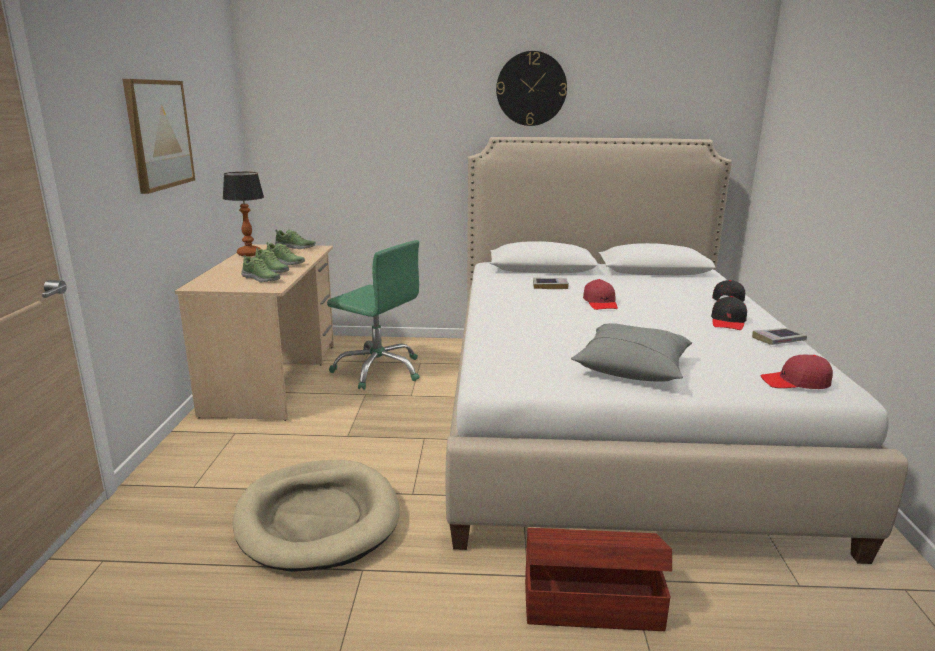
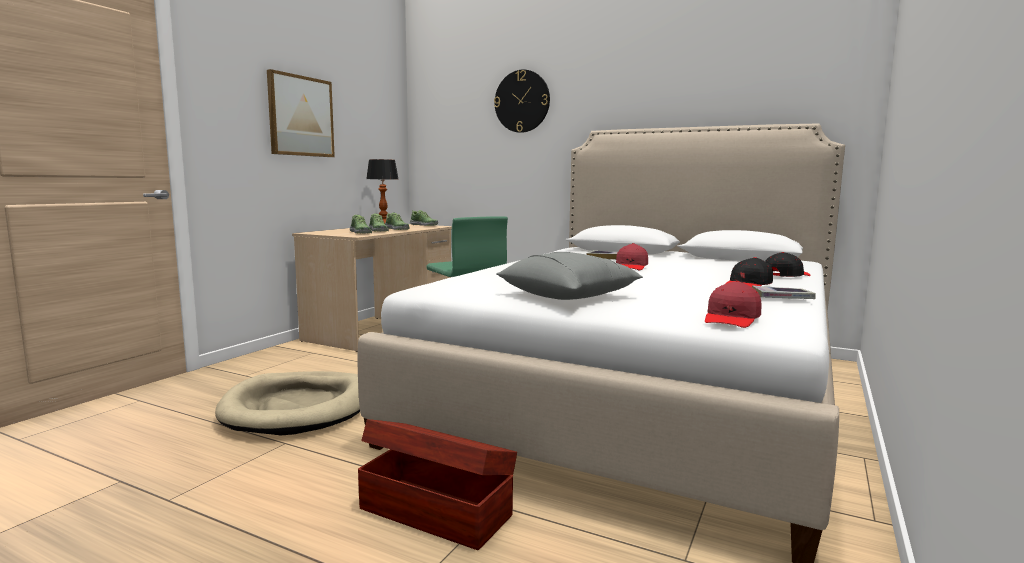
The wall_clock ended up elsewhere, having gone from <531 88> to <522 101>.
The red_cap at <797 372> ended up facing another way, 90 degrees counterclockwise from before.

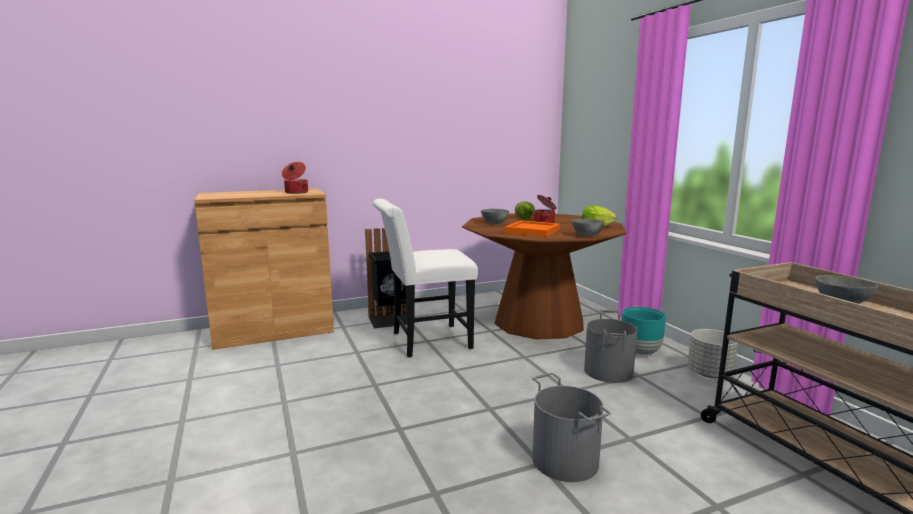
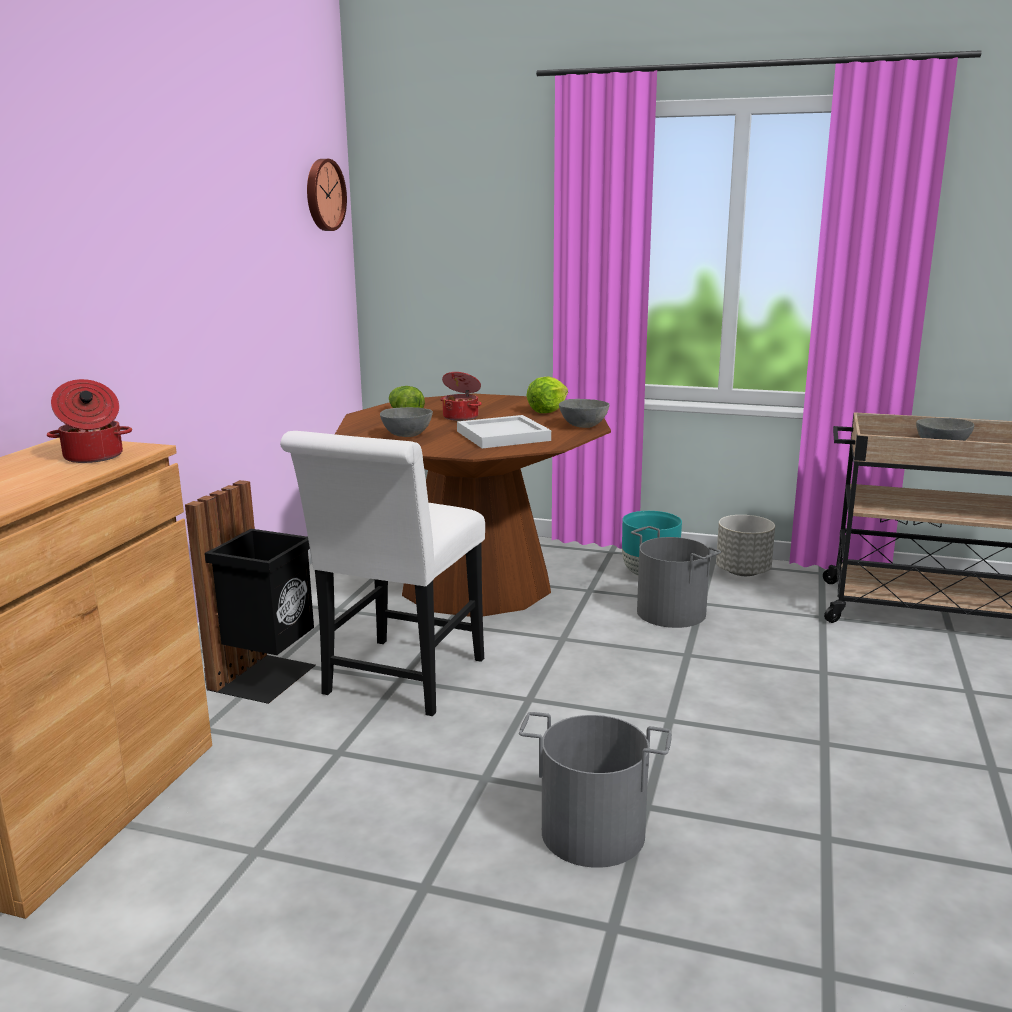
The second view gained the wall_clock at <327 195>.
The grey_bucket ended up elsewhere, having gone from <571 427> to <595 790>.
What was the orange_tray at <532 228> turned into the white_tray at <504 431>.

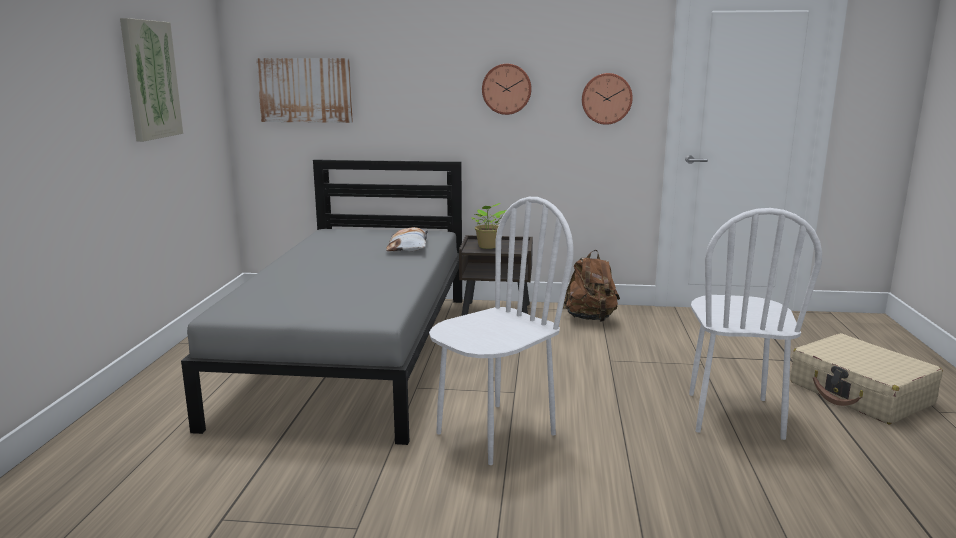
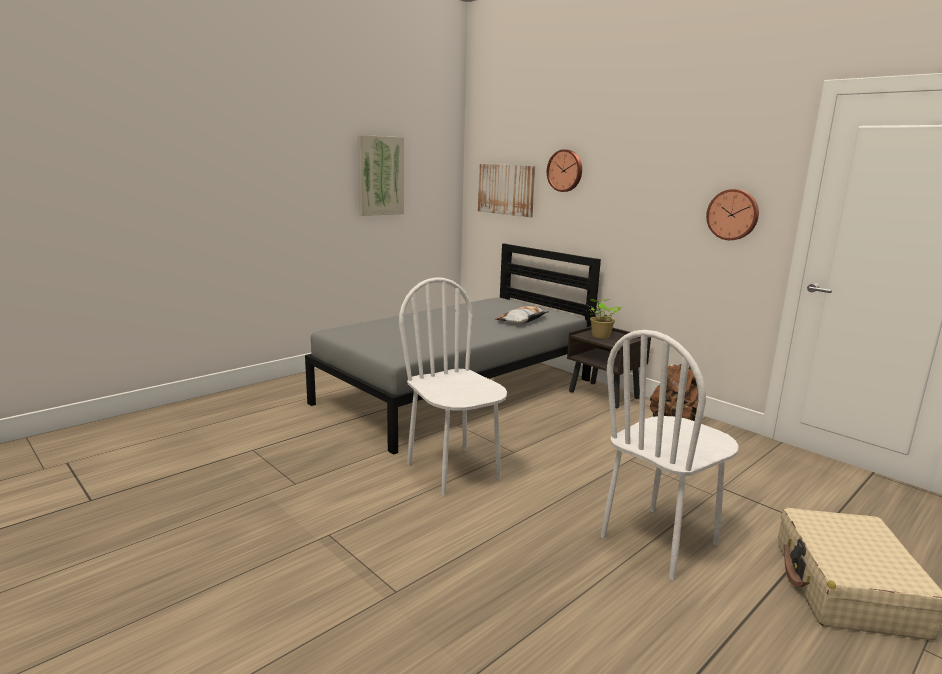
The wall_clock ended up elsewhere, having gone from <507 89> to <564 170>.
The white_chair at <501 331> ended up facing another way, 120 degrees counterclockwise from before.

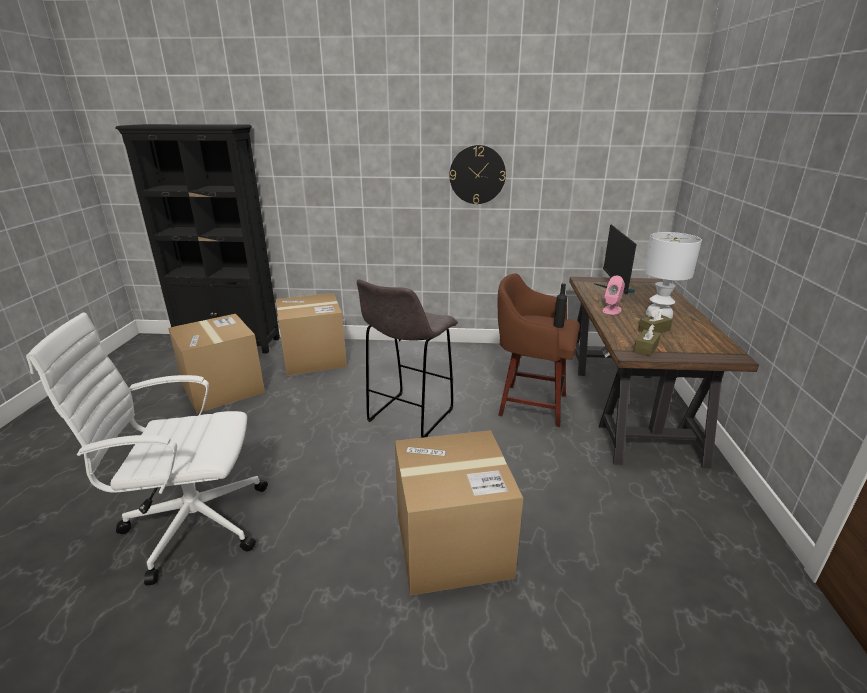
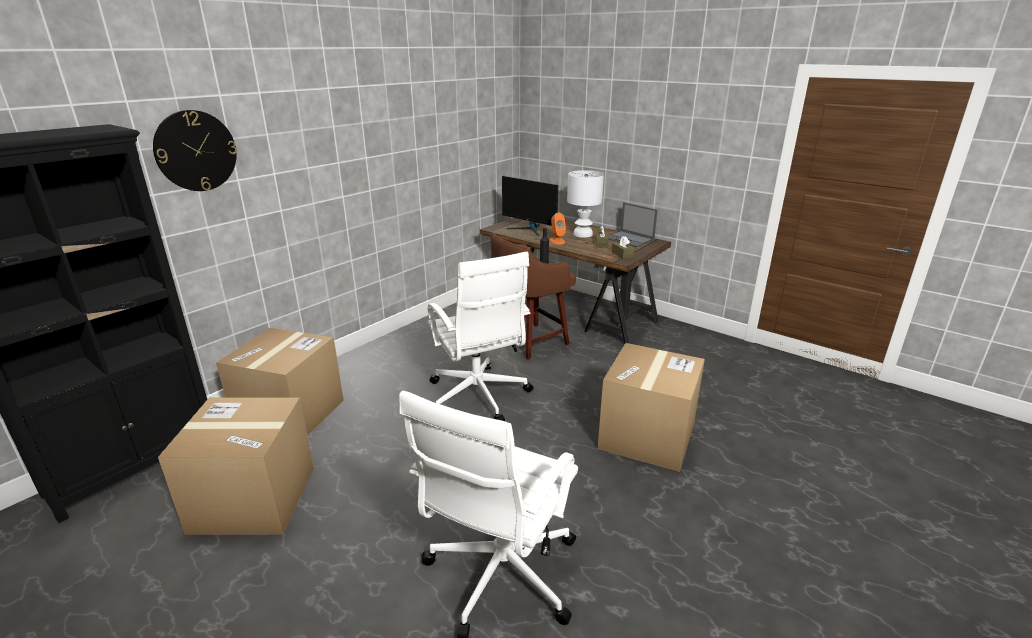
The second view gained the laptop at <633 224>.
The wall_clock ended up elsewhere, having gone from <477 174> to <195 150>.
Where the grey_stool stood at <407 358>, the white_office_chair came to stand at <480 336>.
What was the pink_speaker at <613 295> turned into the orange_speaker at <558 228>.

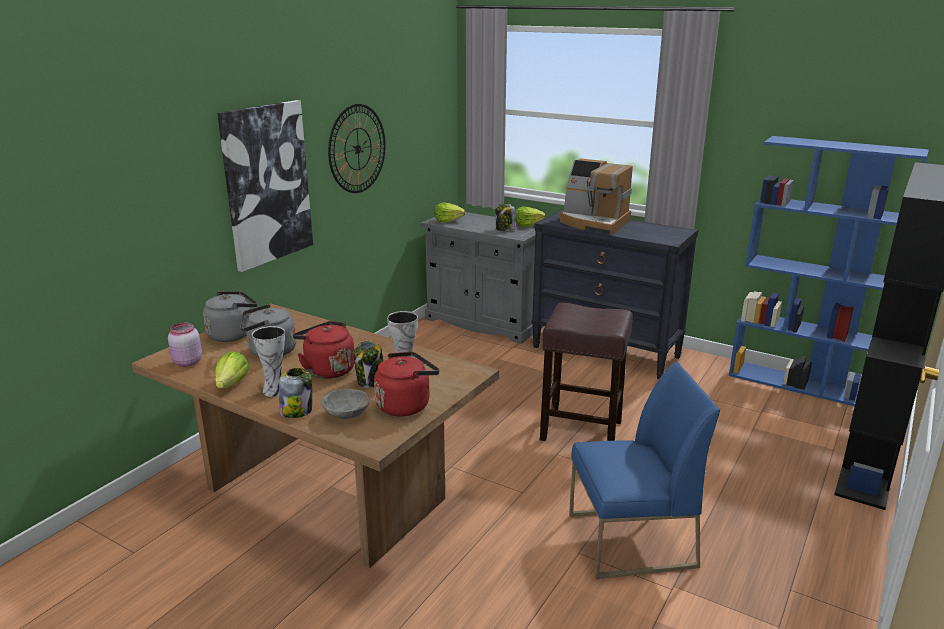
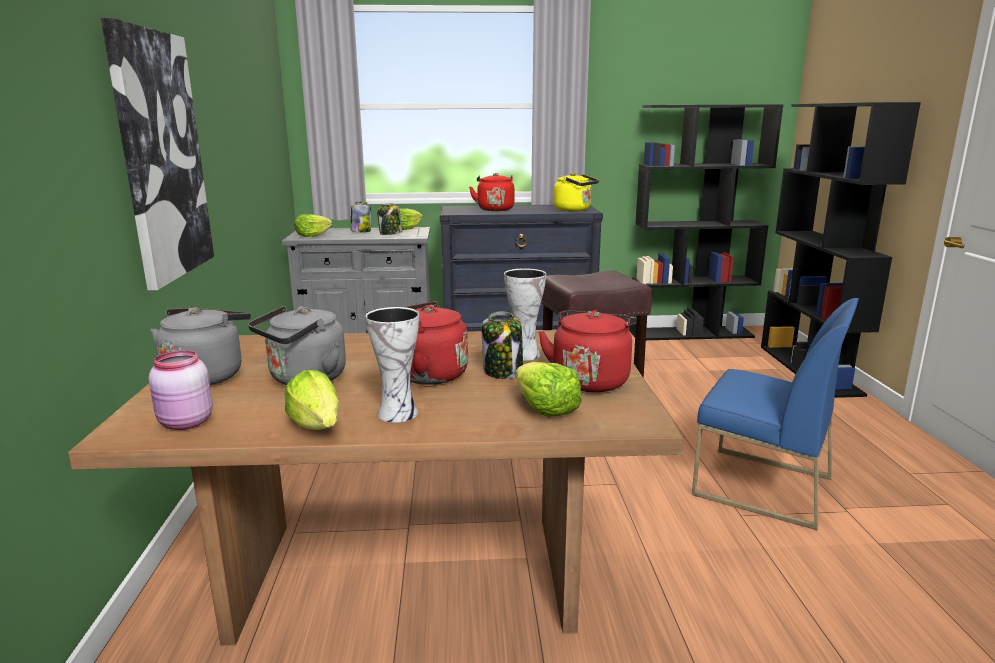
The second view lost the wall_clock at <357 148>.
The second view gained the yellow_kettle at <576 192>.
The jar ended up elsewhere, having gone from <295 393> to <361 217>.
Where the grey_bowl stood at <345 404>, the lettuce came to stand at <548 389>.
Where the coffee_machine stood at <596 196>, the red_kettle came to stand at <491 192>.
What was the blue_bookcase at <829 271> turned into the black_bookcase at <706 222>.
The blue_chair at <644 470> ended up facing another way, 75 degrees clockwise from before.

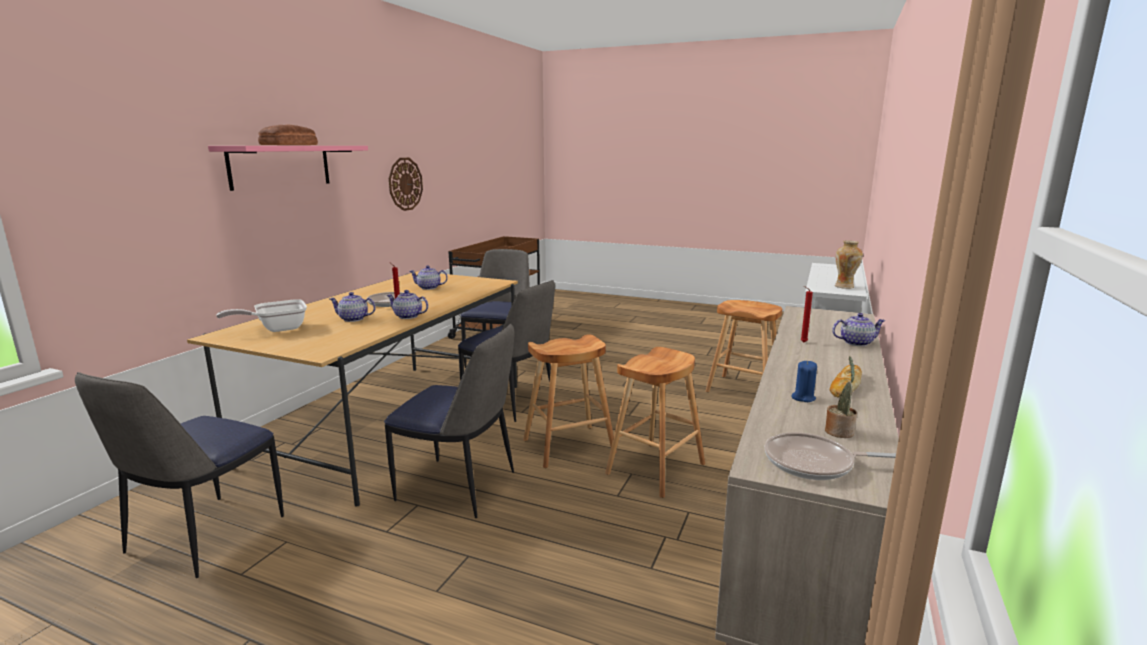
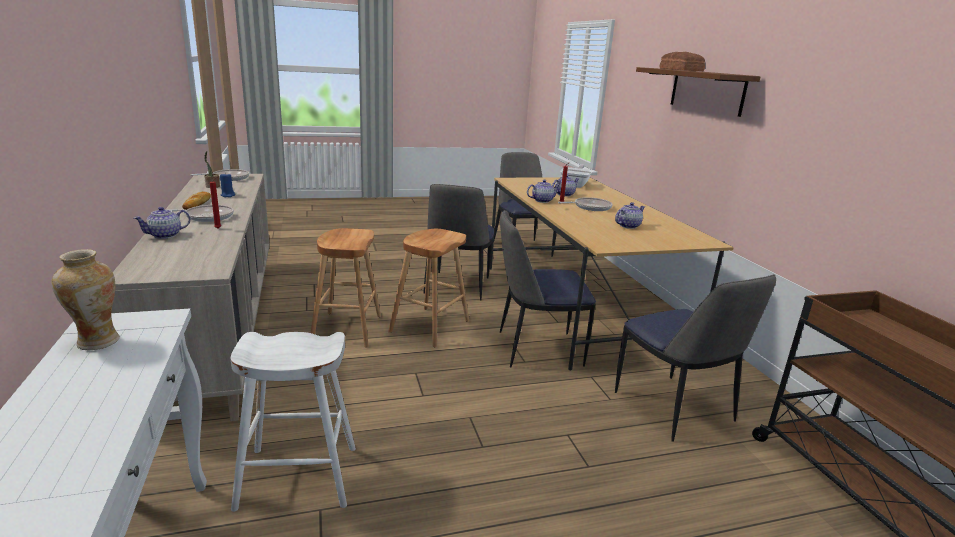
The second view lost the wall_clock at <406 184>.
The second view gained the frying_pan at <199 213>.
What was the pink_shelf at <288 168> turned into the brown_shelf at <698 92>.
What was the brown_stool at <744 346> turned into the white_stool at <293 422>.
The chair at <449 421> ended up facing another way, 60 degrees counterclockwise from before.

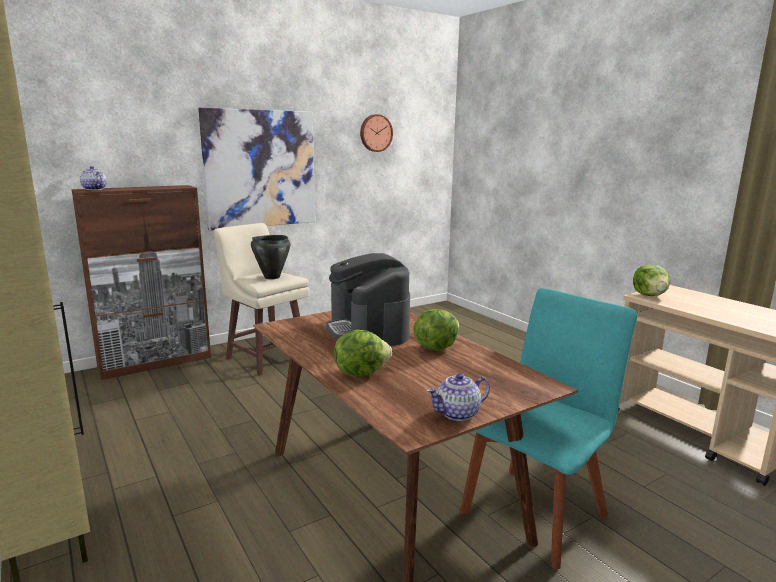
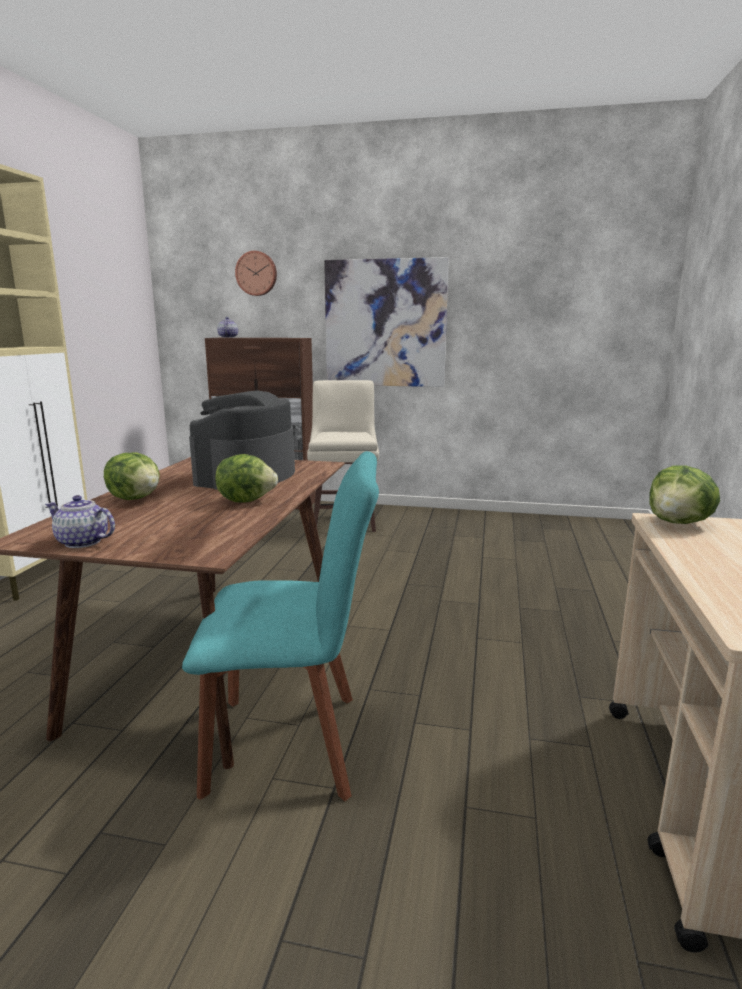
The second view lost the black_cooking_pot at <271 257>.
The wall_clock ended up elsewhere, having gone from <376 133> to <256 273>.

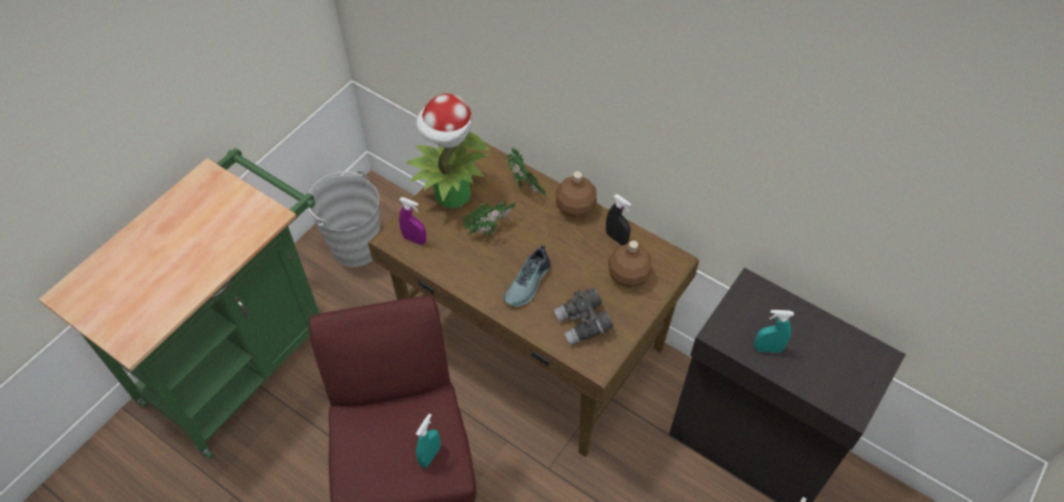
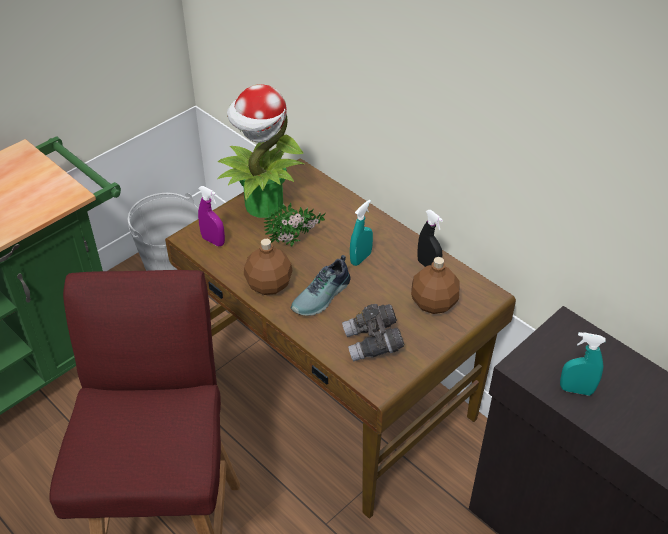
The second view lost the potted_plant at <526 172>.
The turquoise_spray_bottle ended up elsewhere, having gone from <428 440> to <361 233>.
The brown_bottle ended up elsewhere, having gone from <576 194> to <268 267>.

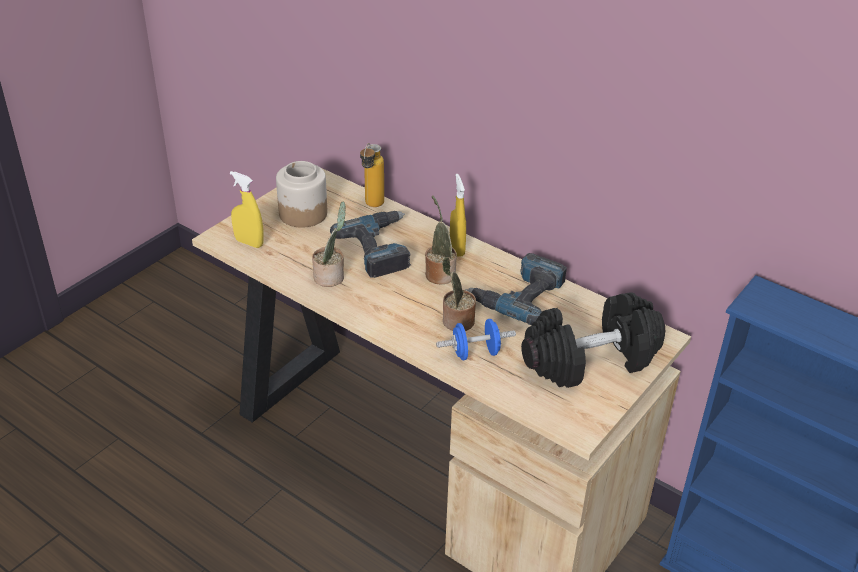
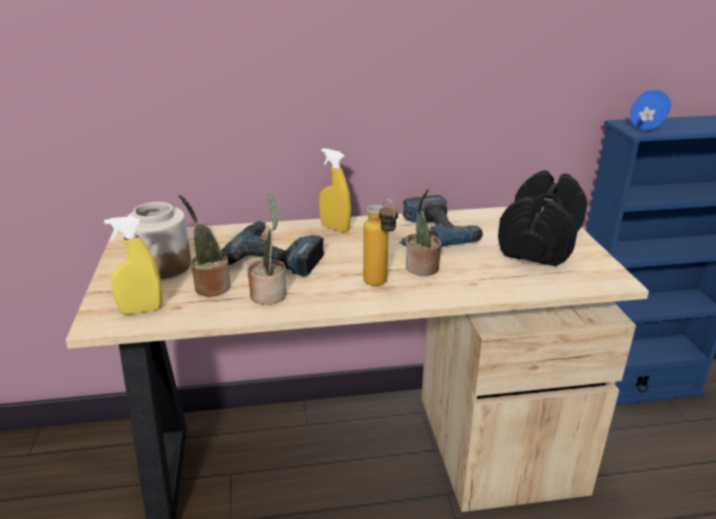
The bottle ended up elsewhere, having gone from <372 175> to <380 242>.
The potted_plant ended up elsewhere, having gone from <441 239> to <205 246>.
The blue_dumbbell ended up elsewhere, having gone from <476 339> to <650 110>.

